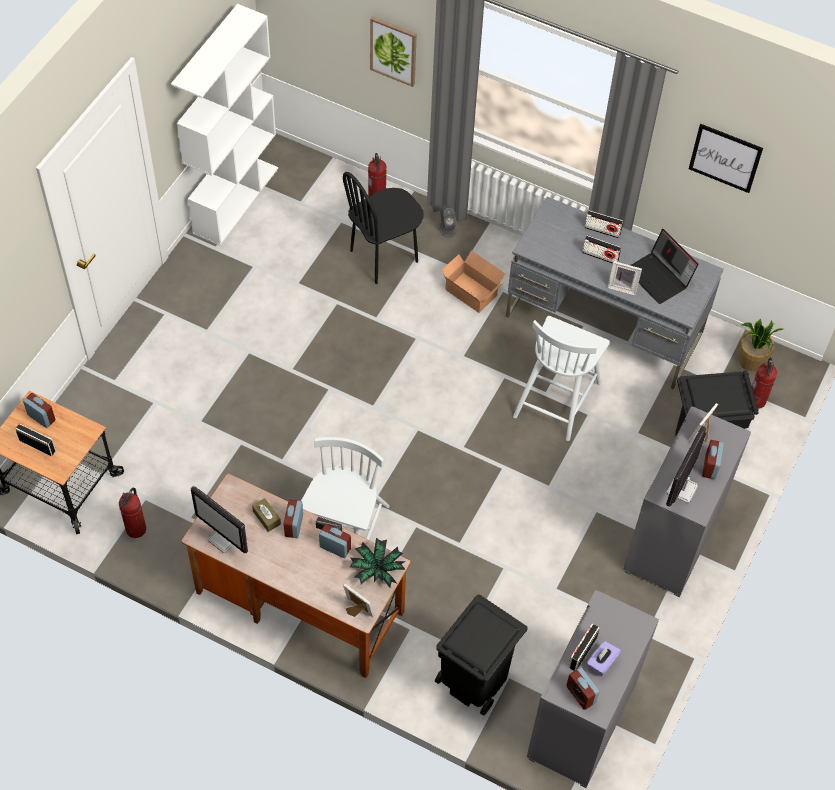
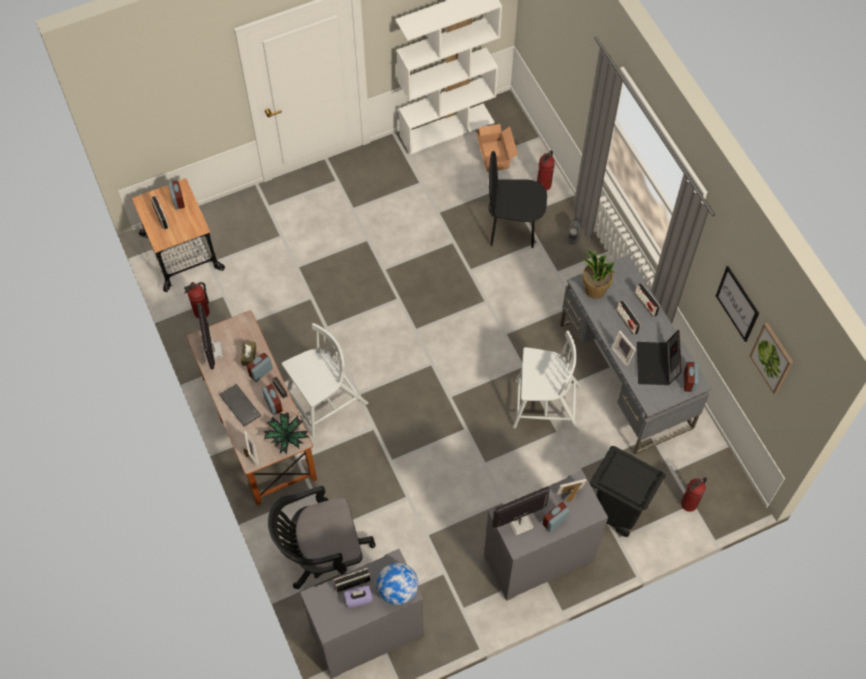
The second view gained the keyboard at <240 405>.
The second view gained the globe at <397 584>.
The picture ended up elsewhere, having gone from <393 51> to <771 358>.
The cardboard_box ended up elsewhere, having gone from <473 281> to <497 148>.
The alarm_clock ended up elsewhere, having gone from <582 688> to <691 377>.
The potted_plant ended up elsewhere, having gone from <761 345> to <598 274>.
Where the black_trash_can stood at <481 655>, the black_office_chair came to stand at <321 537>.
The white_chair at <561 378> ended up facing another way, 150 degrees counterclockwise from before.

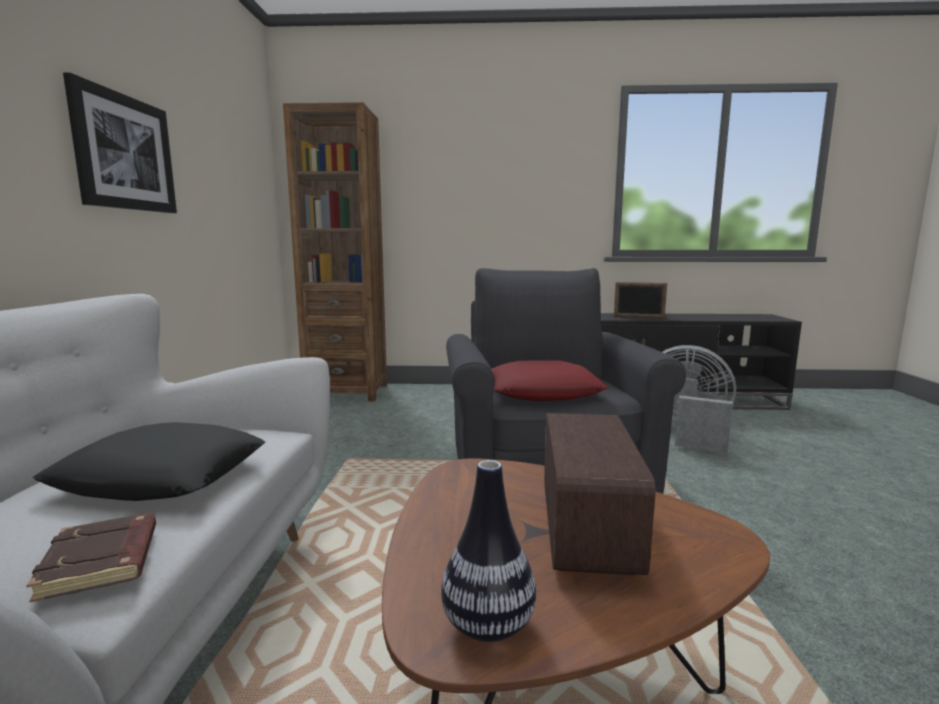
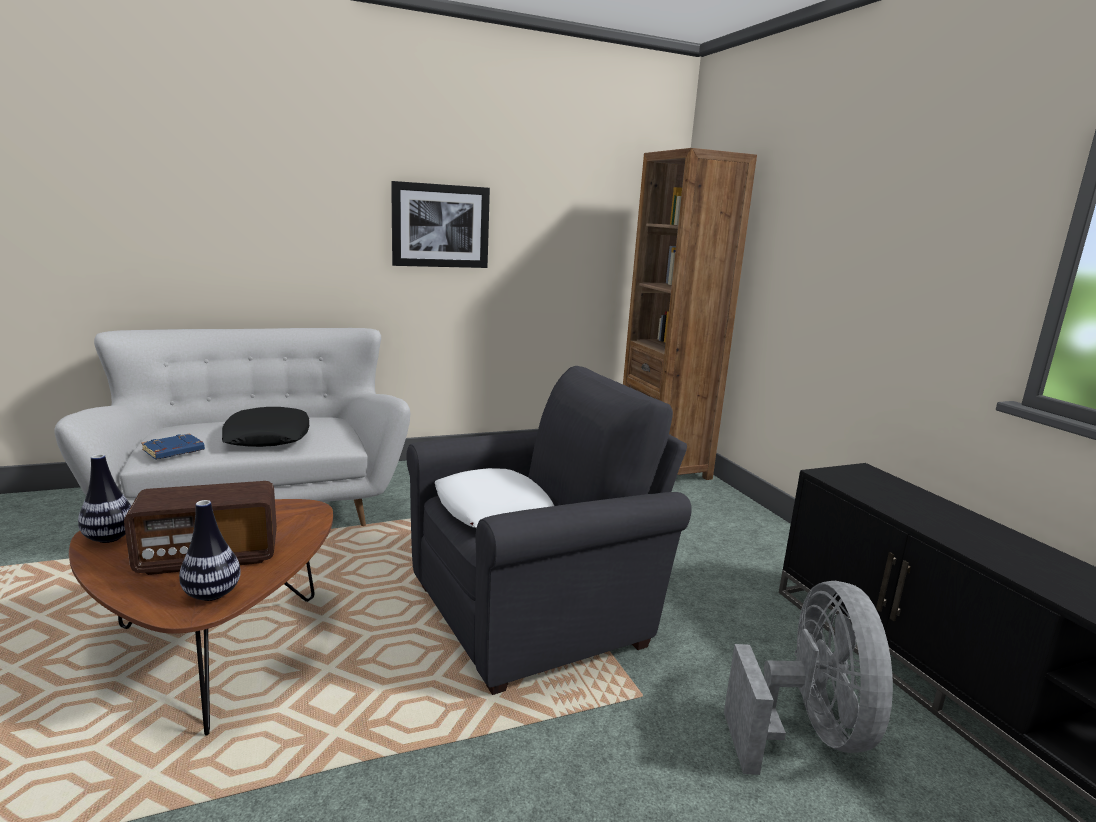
The second view lost the picture_frame at <640 300>.
The second view gained the vase at <210 550>.
What was the brown_book at <91 557> turned into the blue_book at <173 446>.
What was the red_pillow at <549 380> turned into the white_pillow at <494 498>.

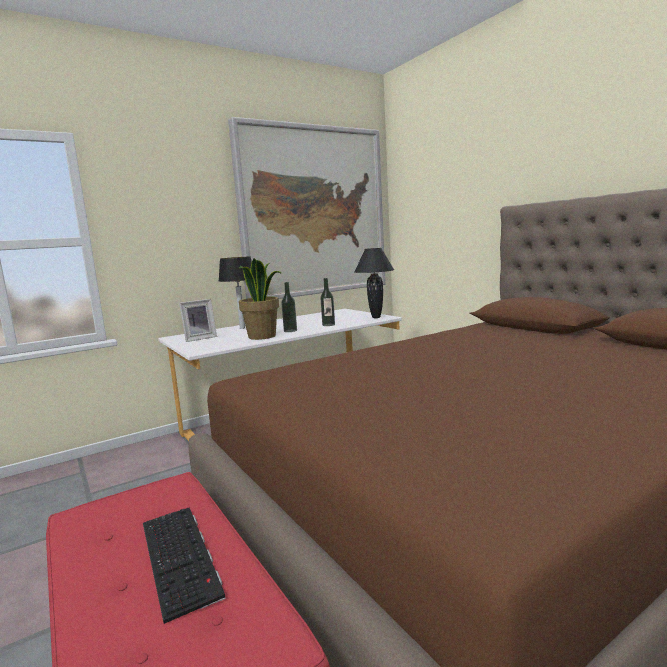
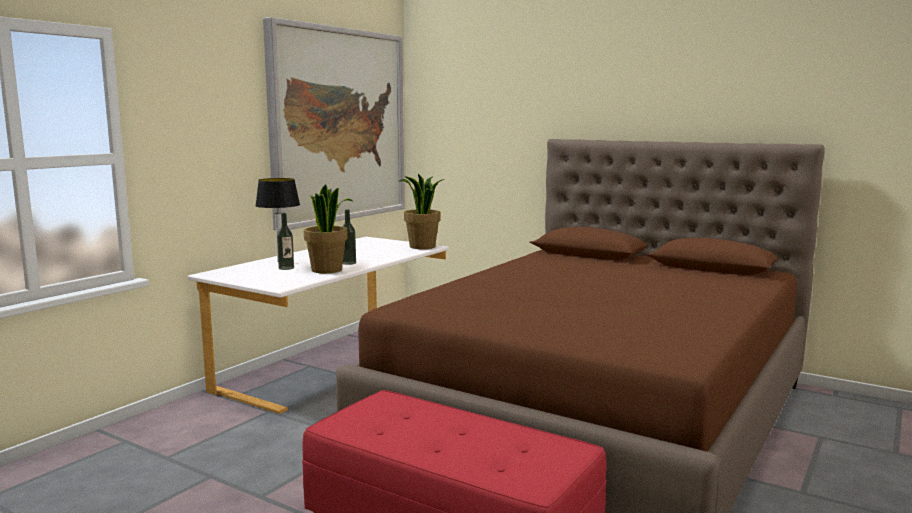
The second view lost the keyboard at <184 565>.
The second view lost the picture_frame at <198 320>.
The bottle ended up elsewhere, having gone from <327 302> to <285 241>.
Where the black_table_lamp stood at <374 283>, the potted_plant came to stand at <421 211>.

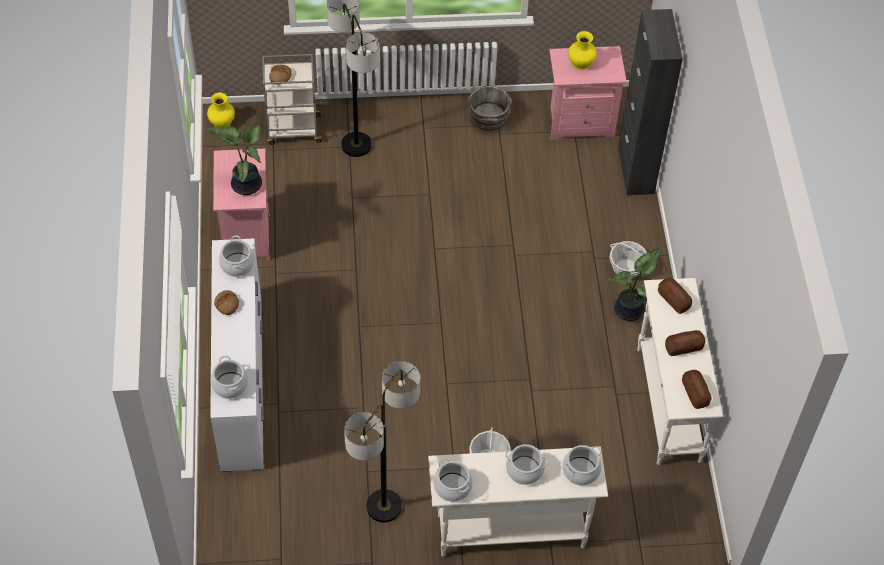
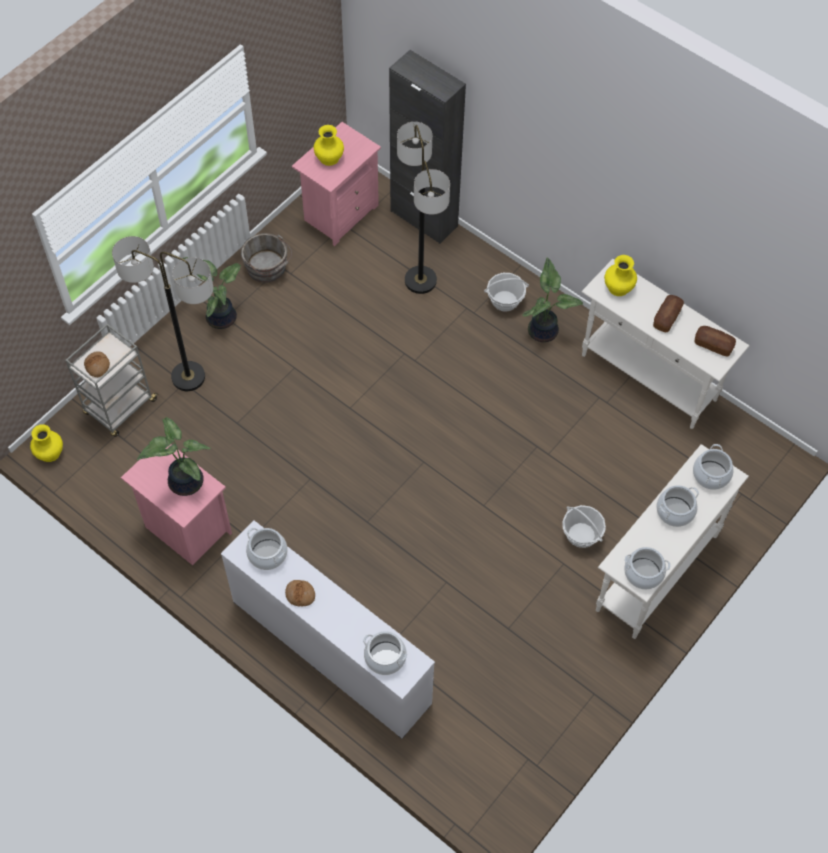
The second view gained the potted_plant at <212 293>.
The floor_lamp ended up elsewhere, having gone from <382 441> to <423 208>.
Where the bread stood at <675 296>, the yellow_vase came to stand at <620 275>.

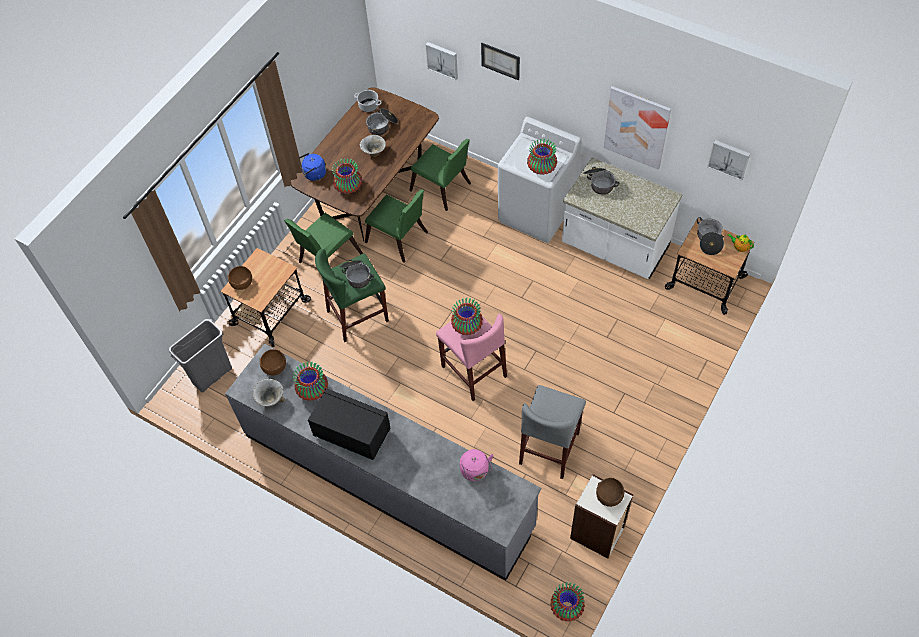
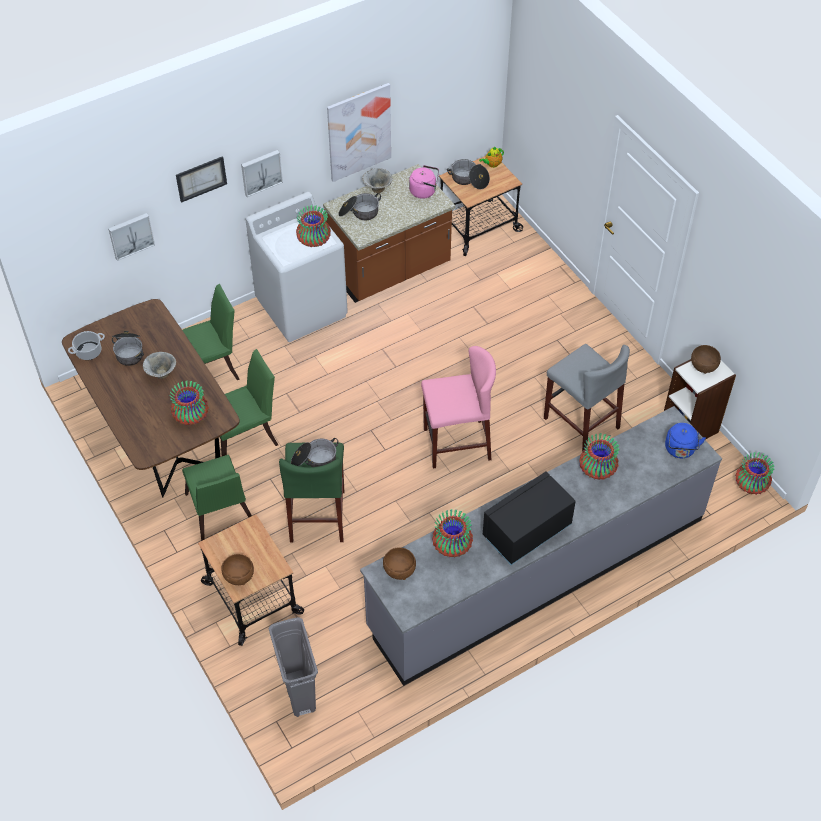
The bowl ended up elsewhere, having gone from <269 393> to <377 180>.
The blue_kettle ended up elsewhere, having gone from <312 167> to <685 440>.
The vase ended up elsewhere, having gone from <467 316> to <599 456>.
The pink_kettle ended up elsewhere, having gone from <476 465> to <424 182>.
The picture ended up elsewhere, having gone from <729 160> to <262 173>.
What was the white_counter at <622 218> turned into the brown_counter at <389 233>.

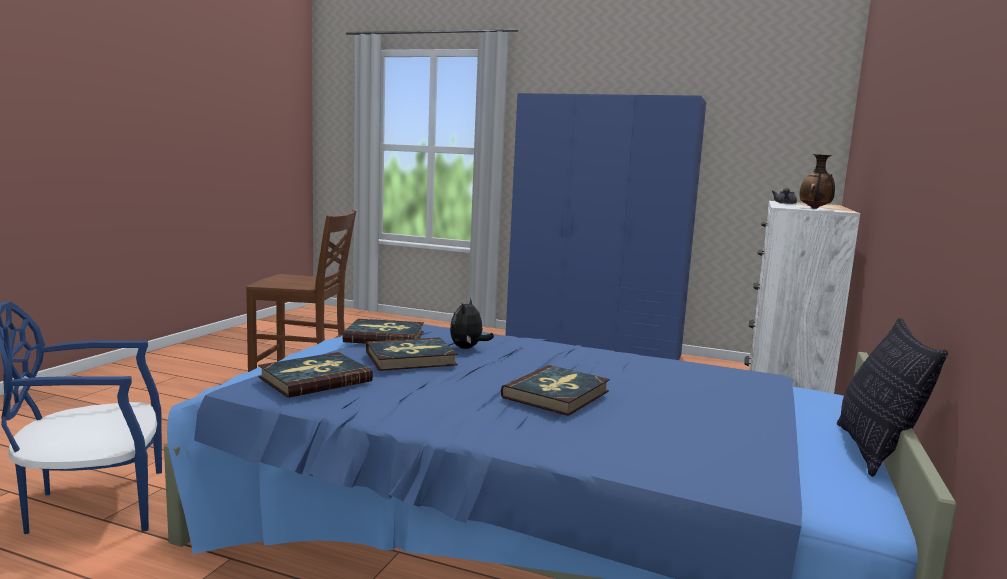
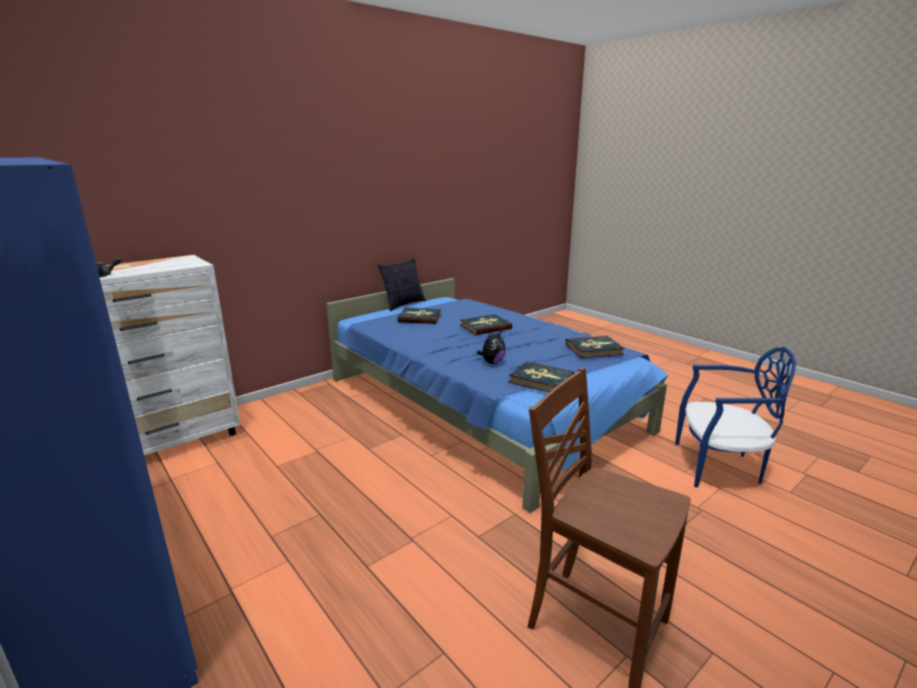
The second view lost the vase at <817 181>.
The book ended up elsewhere, having gone from <412 354> to <419 316>.

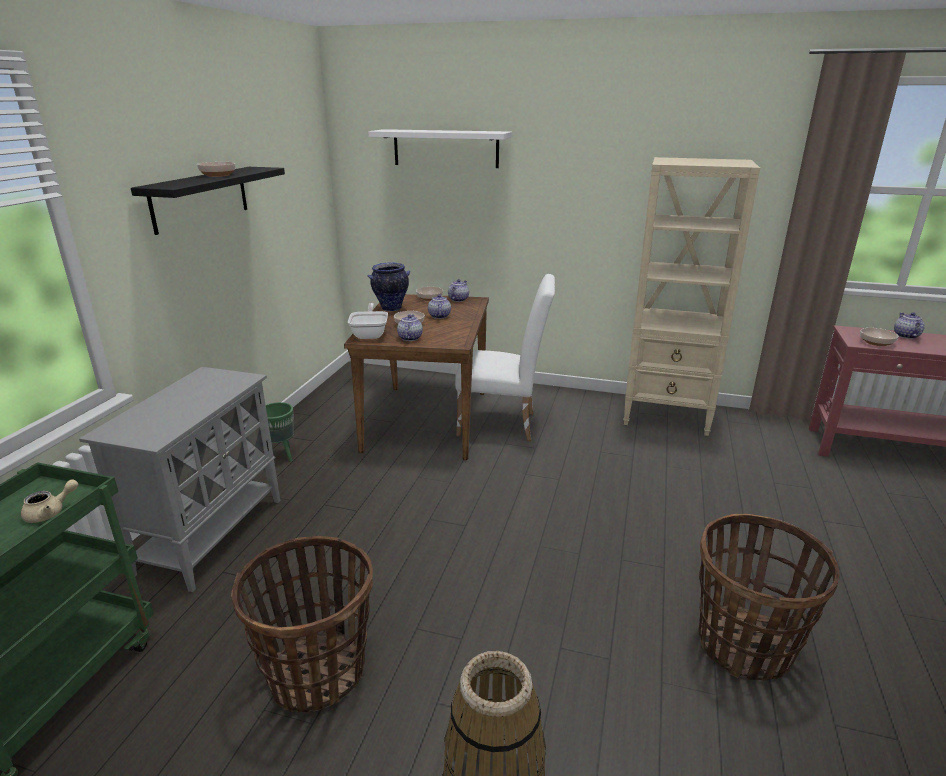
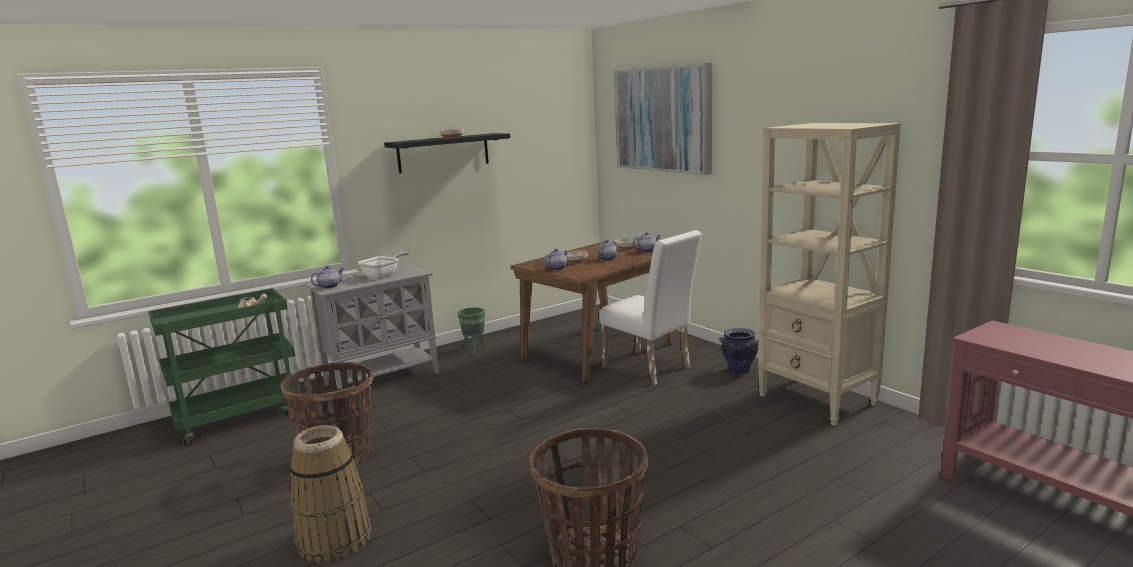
The second view lost the bowl at <879 337>.
The frying_pan ended up elsewhere, having gone from <368 321> to <383 265>.
The vase ended up elsewhere, having gone from <388 286> to <739 351>.
The teapot ended up elsewhere, having gone from <909 326> to <327 277>.
Where the white_shelf hung at <440 148>, the picture came to hang at <663 119>.

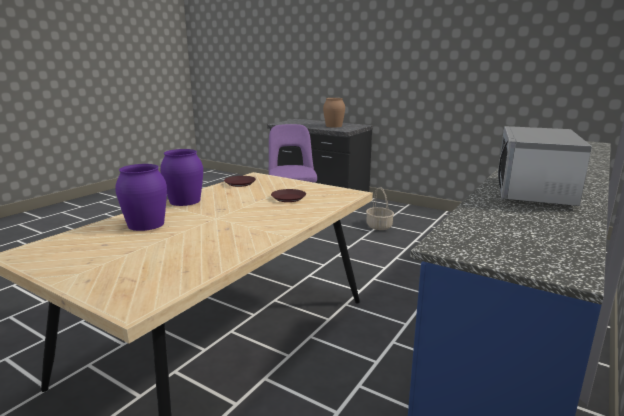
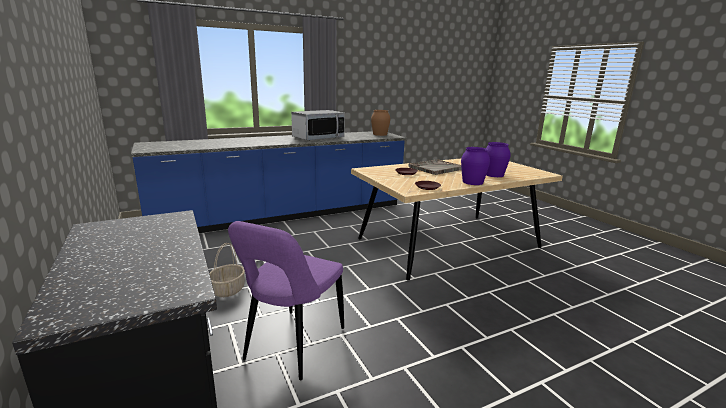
The second view gained the grey_tray at <435 167>.
The brown_vase ended up elsewhere, having gone from <334 112> to <380 123>.

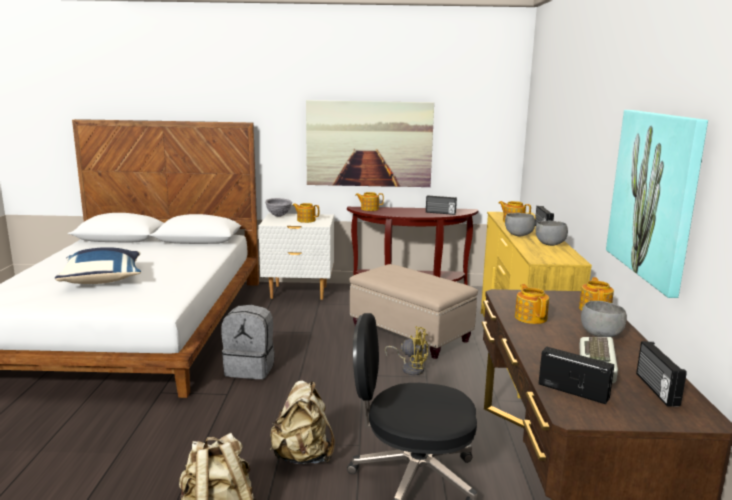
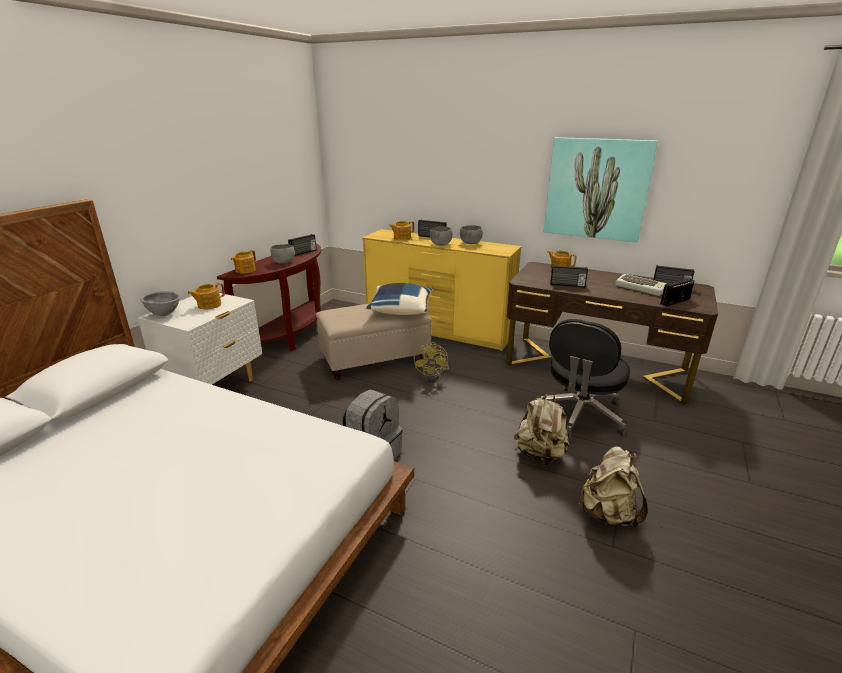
The second view lost the picture at <370 143>.
The blue_pillow ended up elsewhere, having gone from <98 265> to <399 299>.
The grey_bowl ended up elsewhere, having gone from <604 319> to <282 254>.
Where the teapot stood at <532 304>, the radio came to stand at <569 276>.
The yellow_fan at <406 350> ended up facing another way, 135 degrees clockwise from before.

